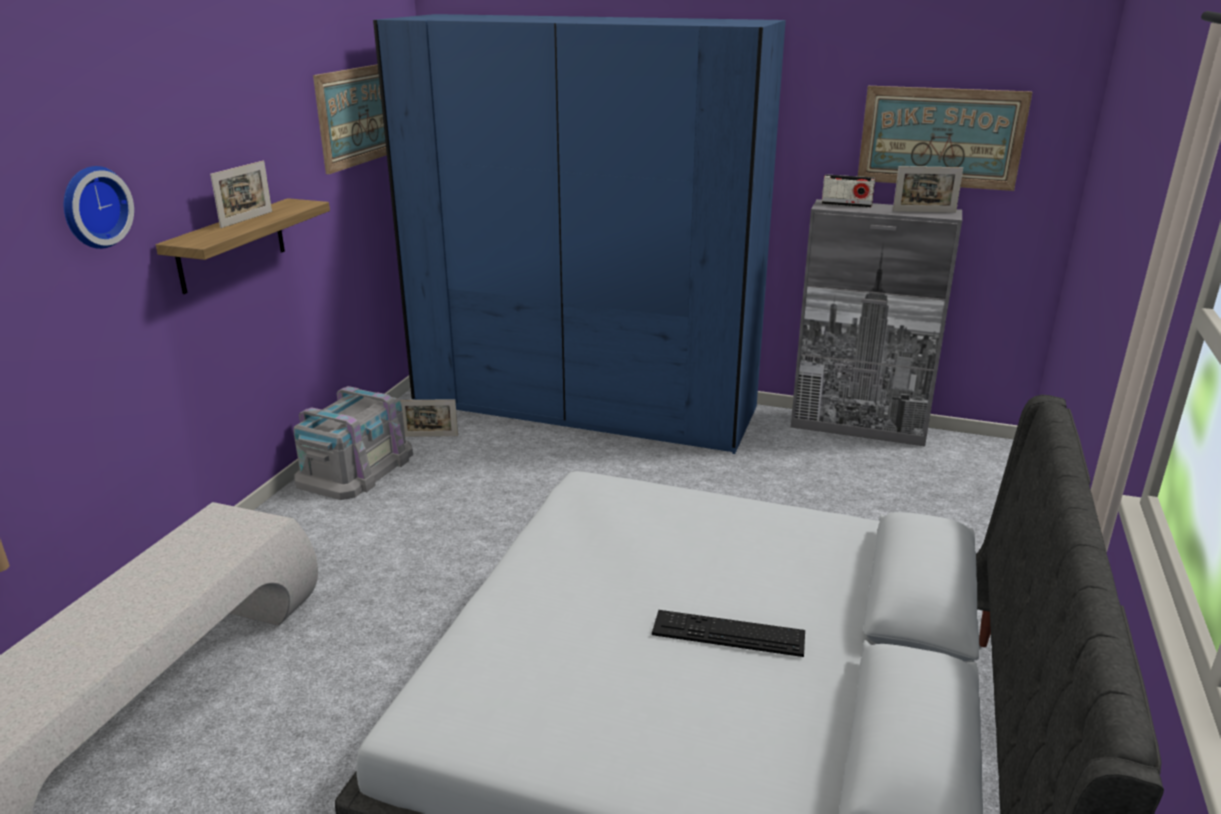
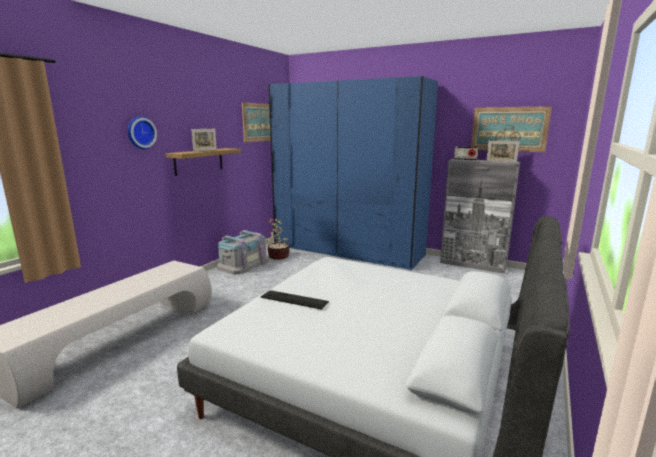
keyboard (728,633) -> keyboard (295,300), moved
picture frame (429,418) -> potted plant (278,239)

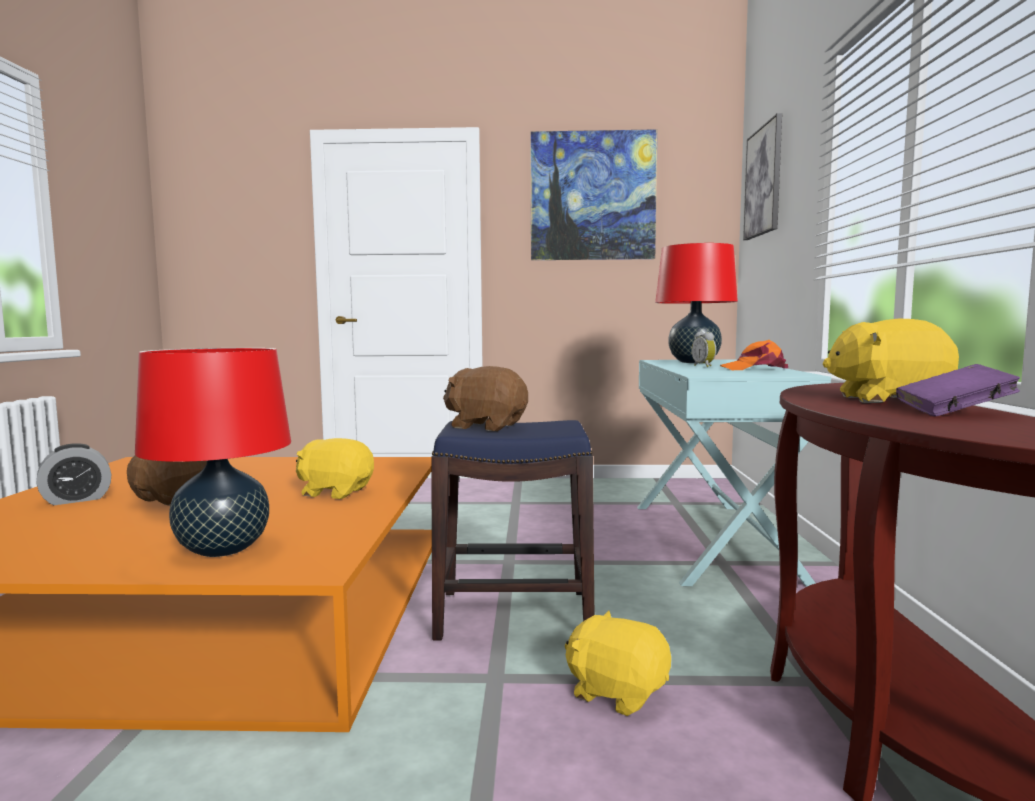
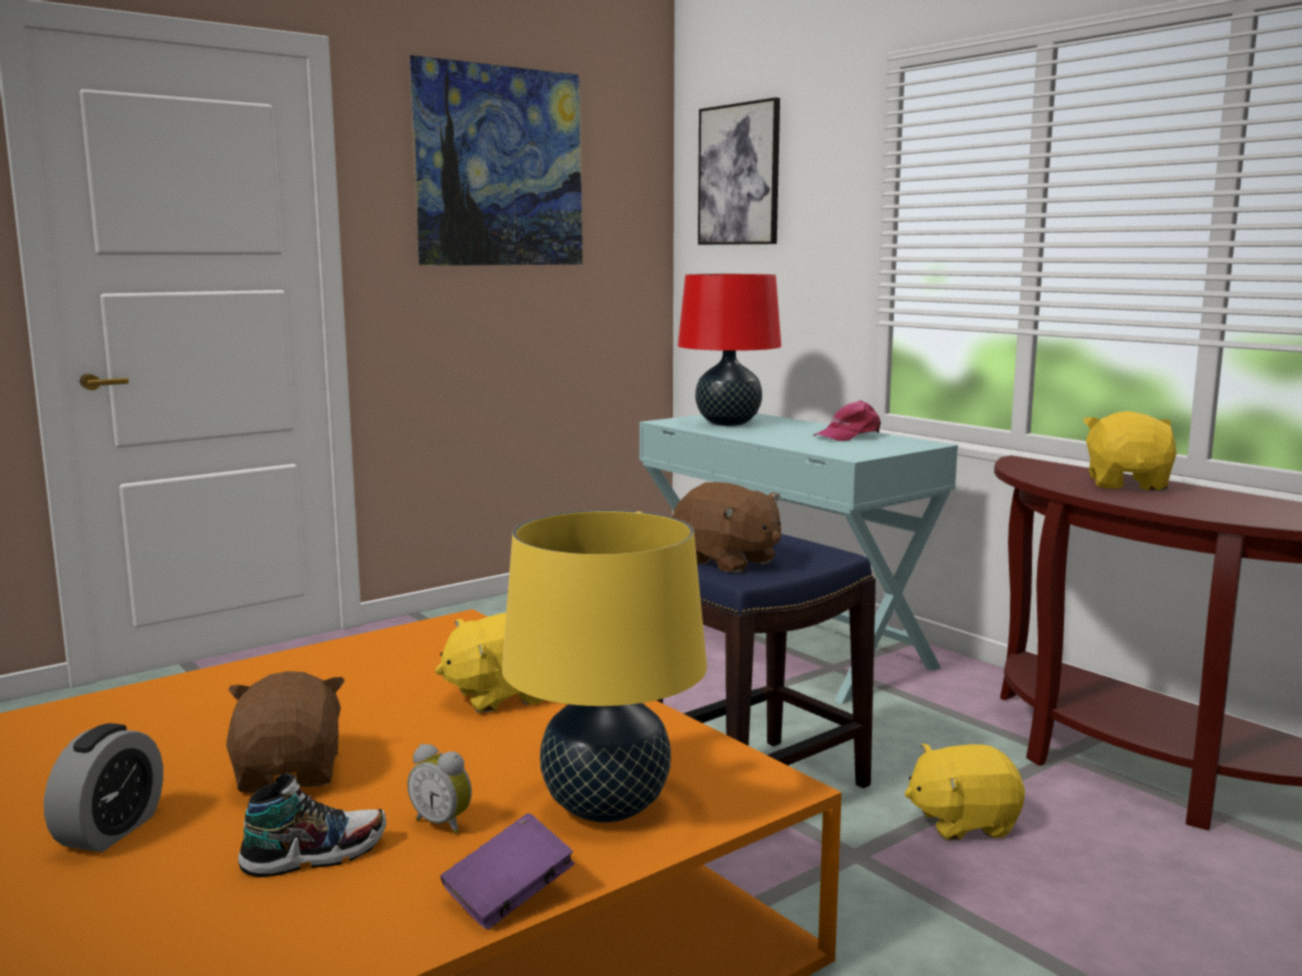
none -> shoe (312,825)
alarm clock (703,349) -> alarm clock (439,789), moved
book (purple) (958,390) -> book (purple) (507,871), moved
table lamp (red) (213,452) -> table lamp (yellow) (604,666)
cap (orange) (754,355) -> cap (pink) (847,420)
plush toy (brown) (485,398) -> plush toy (brown) (727,527), 120 degrees counterclockwise
plush toy (yellow) (890,360) -> plush toy (yellow) (1130,451), 135 degrees clockwise

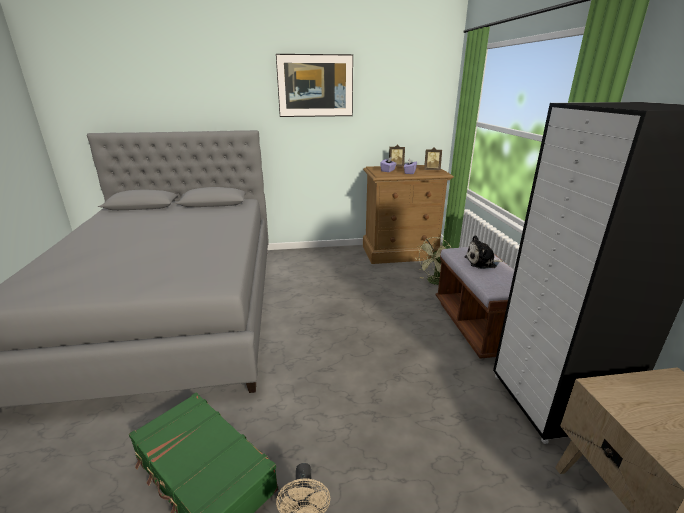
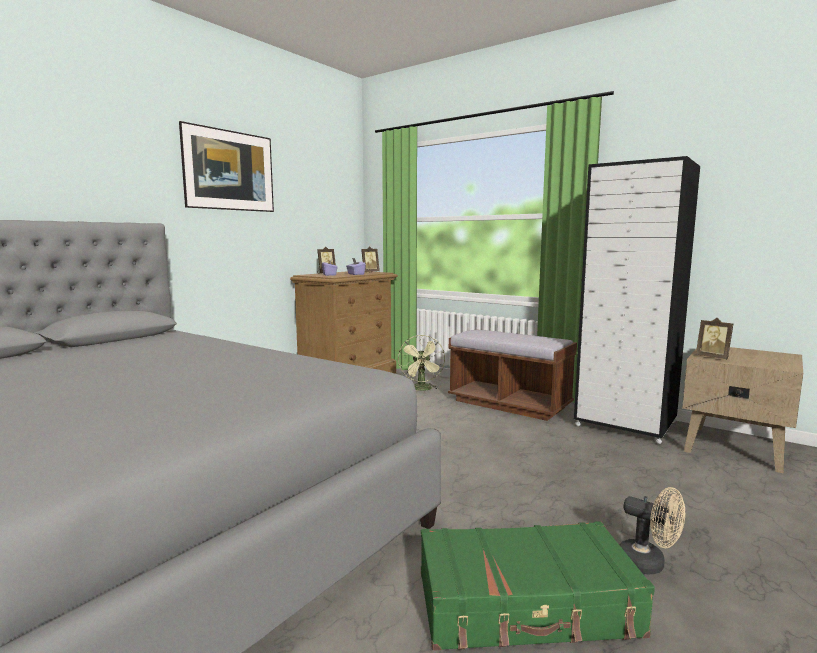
plush toy (483,252) -> none
none -> picture frame (714,338)

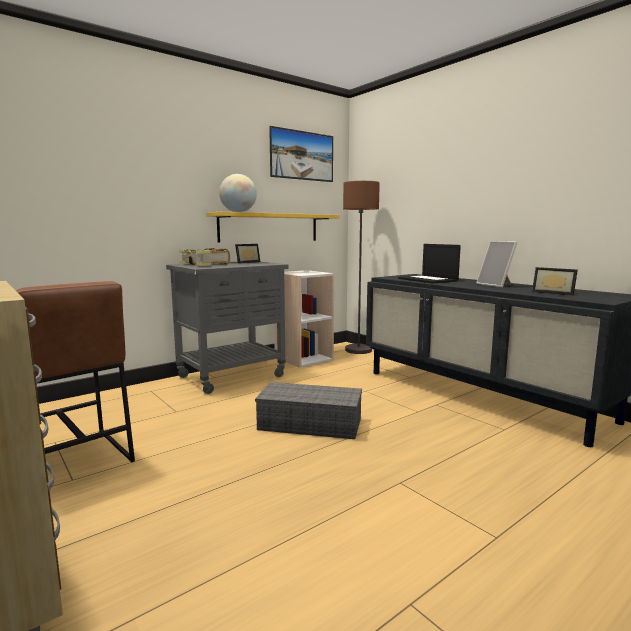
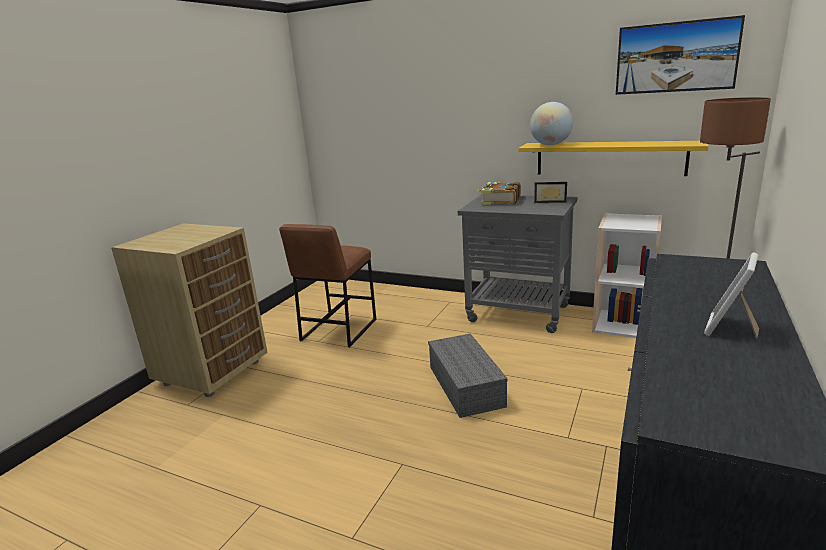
laptop (429,263) -> none
picture frame (555,281) -> none

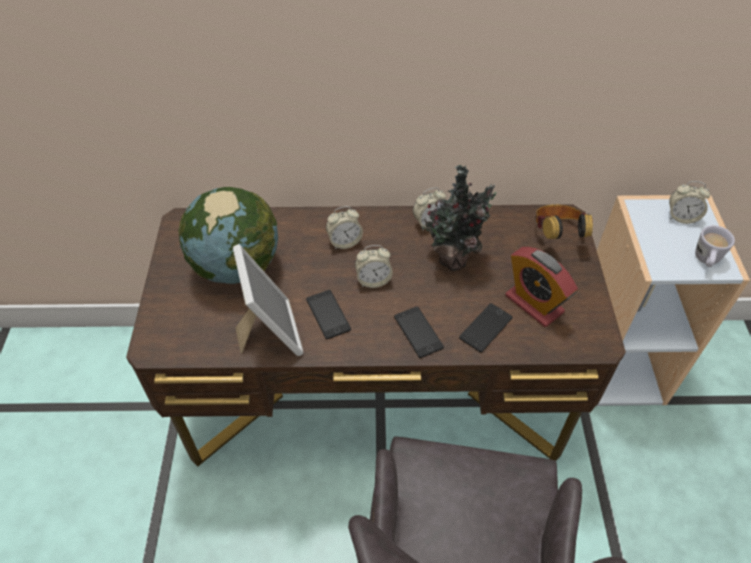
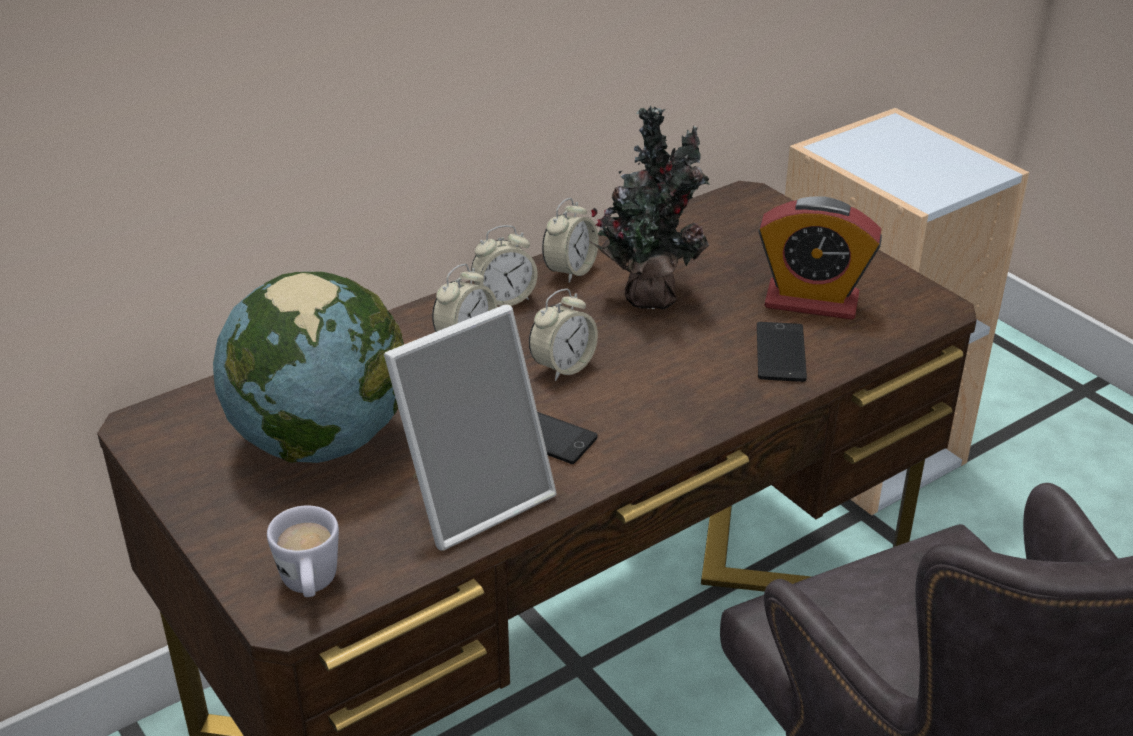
phone (419,332) -> none
headphones (564,221) -> none
alarm clock (689,202) -> alarm clock (504,265), moved
mug (white) (715,246) -> mug (white) (303,551), moved
picture frame (268,300) -> picture frame (470,427), 105 degrees clockwise

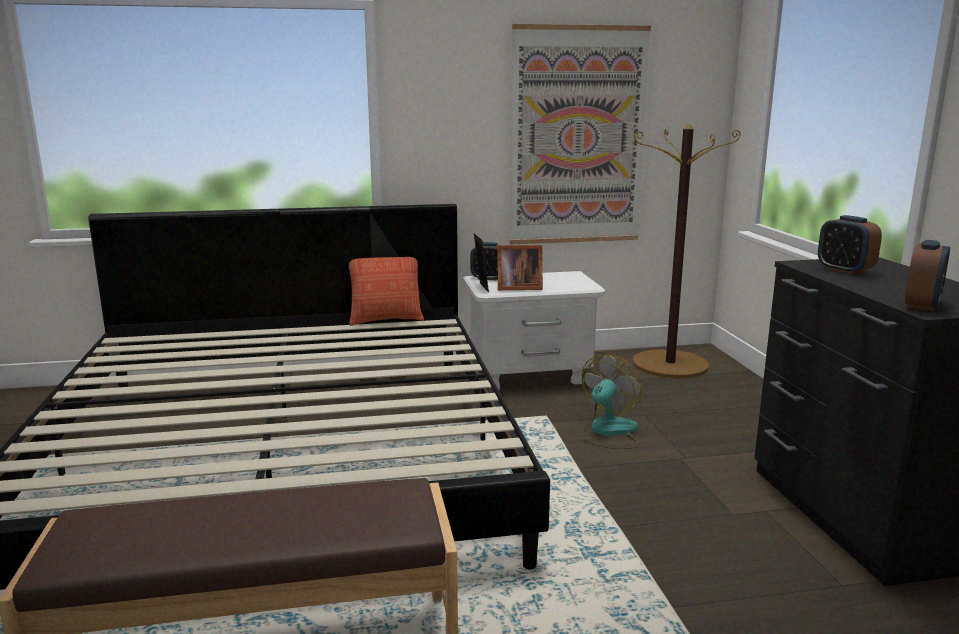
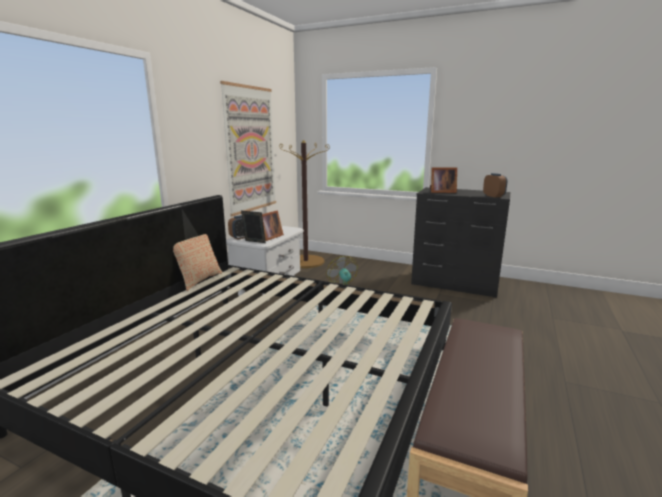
alarm clock (850,245) -> picture frame (443,180)
pillow (orange) (386,291) -> pillow (beige) (198,262)

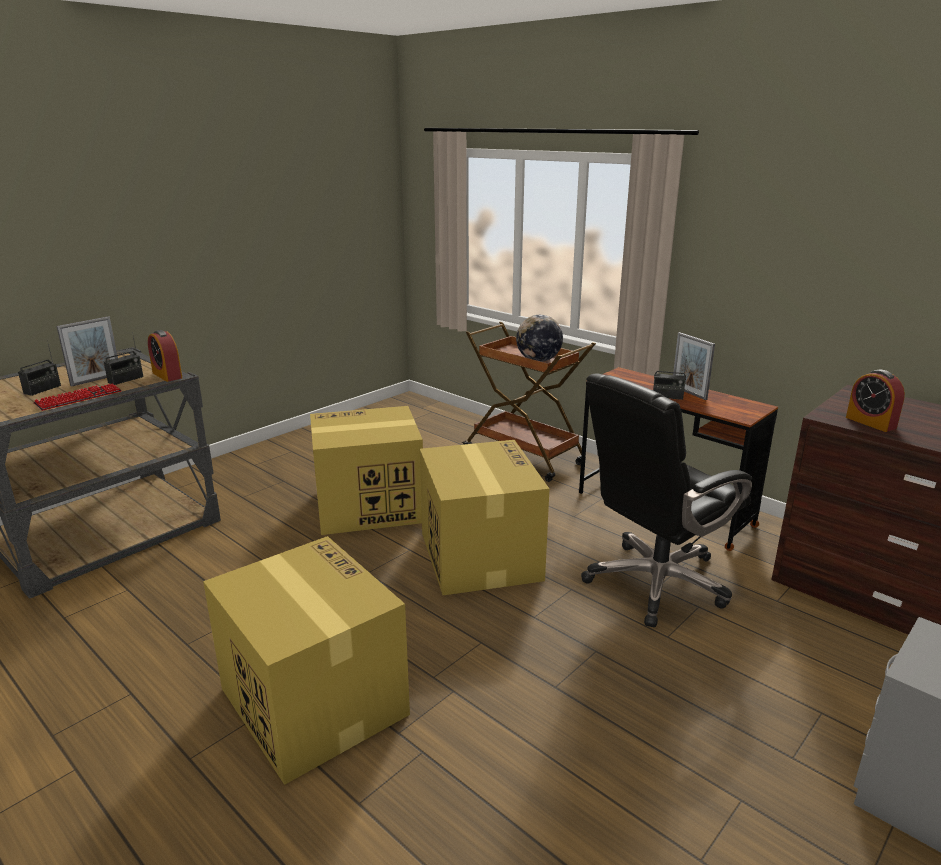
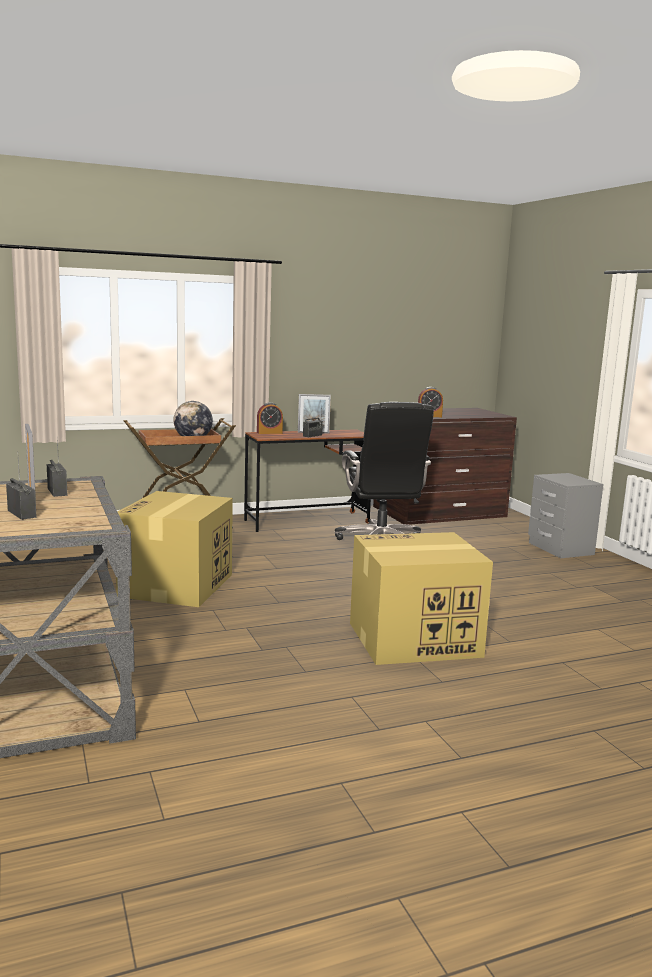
keyboard (77,397) -> none
cardboard box (484,517) -> none
alarm clock (165,356) -> alarm clock (270,418), moved

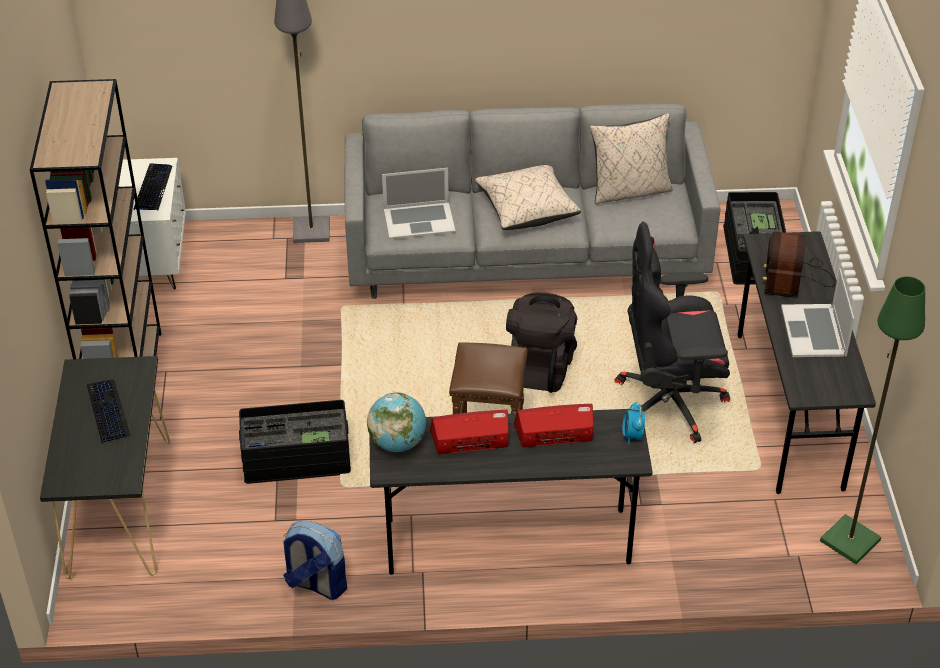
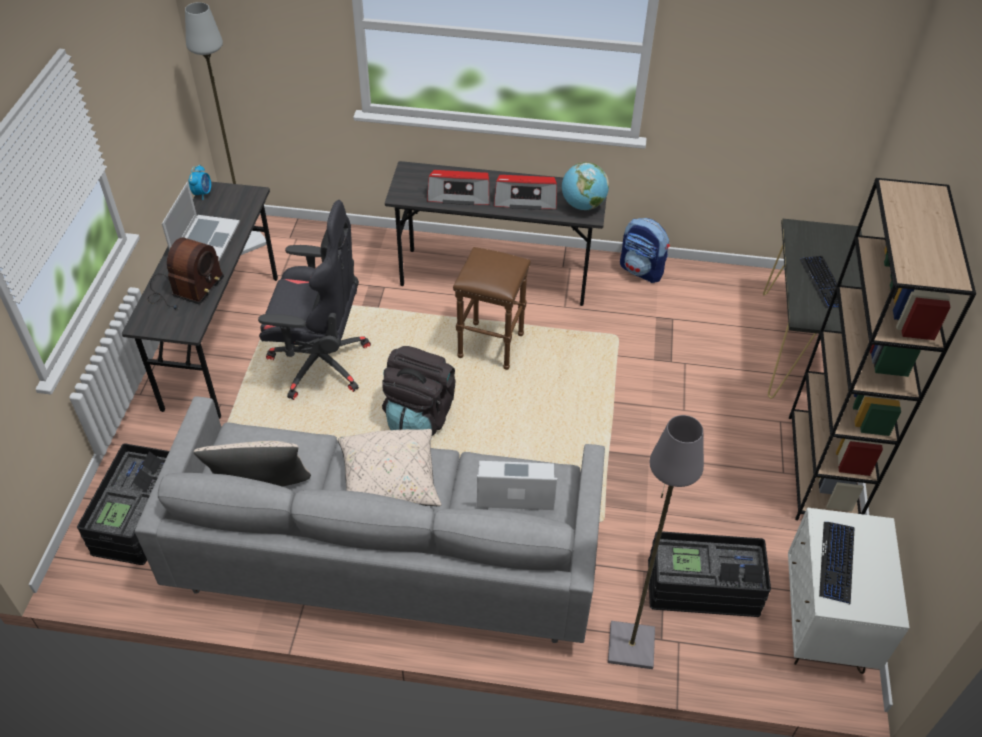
storage box (black) (295,442) -> storage box (black) (709,574), moved
alarm clock (633,423) -> alarm clock (199,182), moved
floor lamp (green) (872,420) -> floor lamp (grey) (226,128)

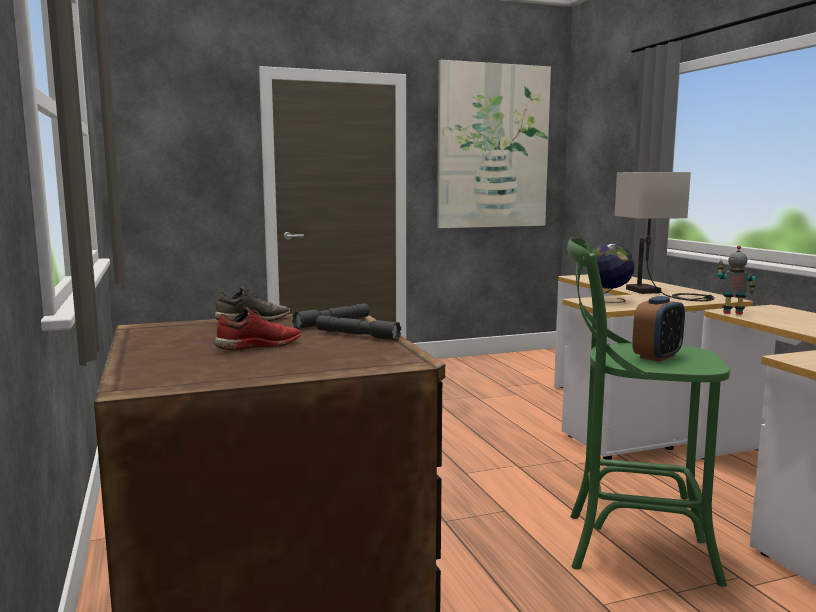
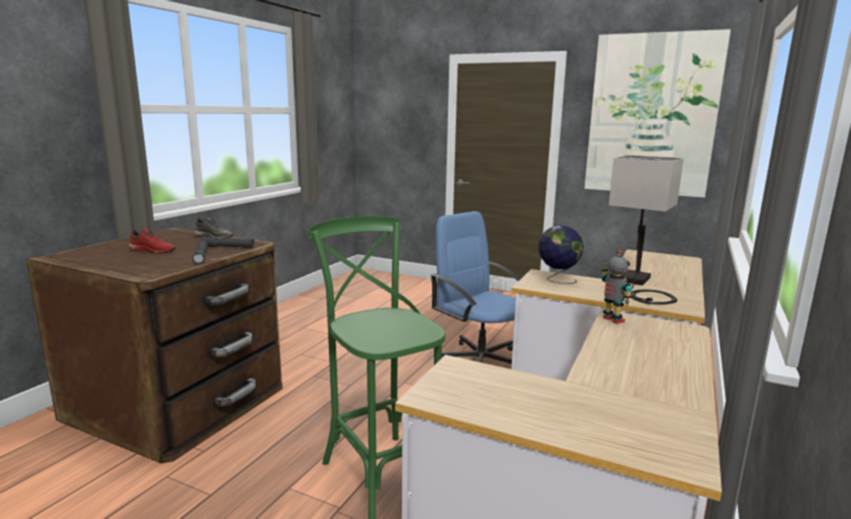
alarm clock (658,329) -> none
none -> office chair (blue) (475,287)

